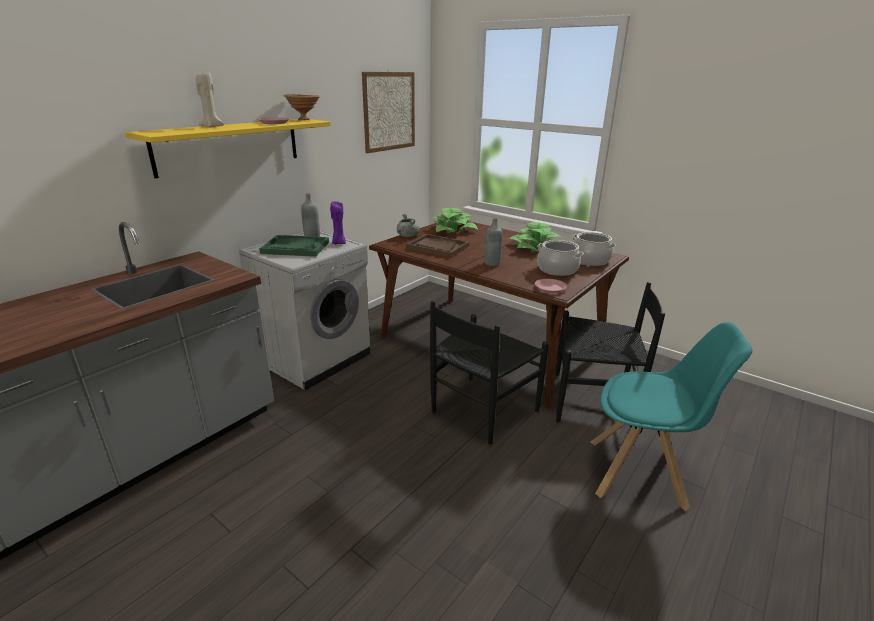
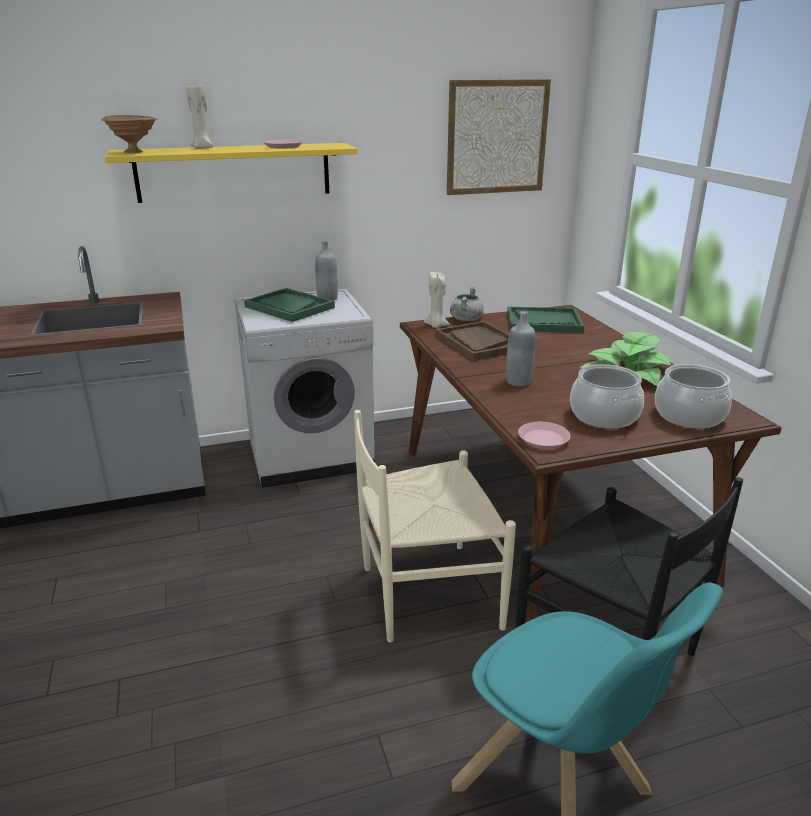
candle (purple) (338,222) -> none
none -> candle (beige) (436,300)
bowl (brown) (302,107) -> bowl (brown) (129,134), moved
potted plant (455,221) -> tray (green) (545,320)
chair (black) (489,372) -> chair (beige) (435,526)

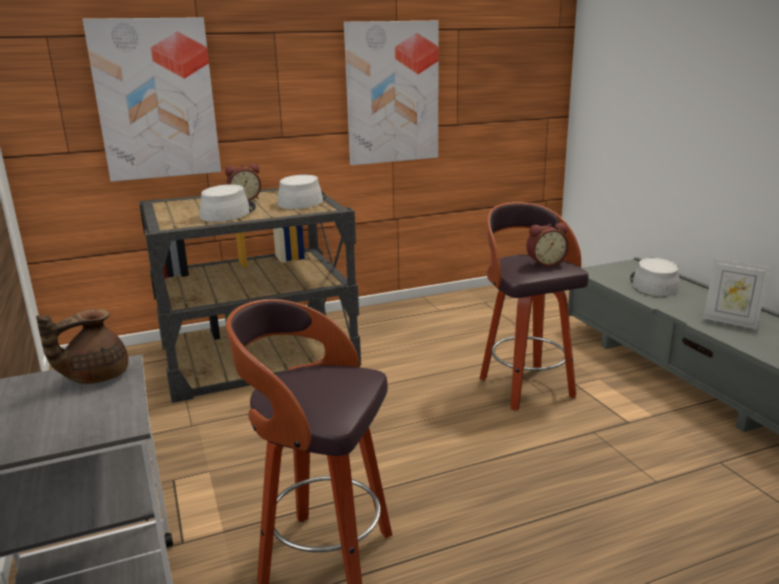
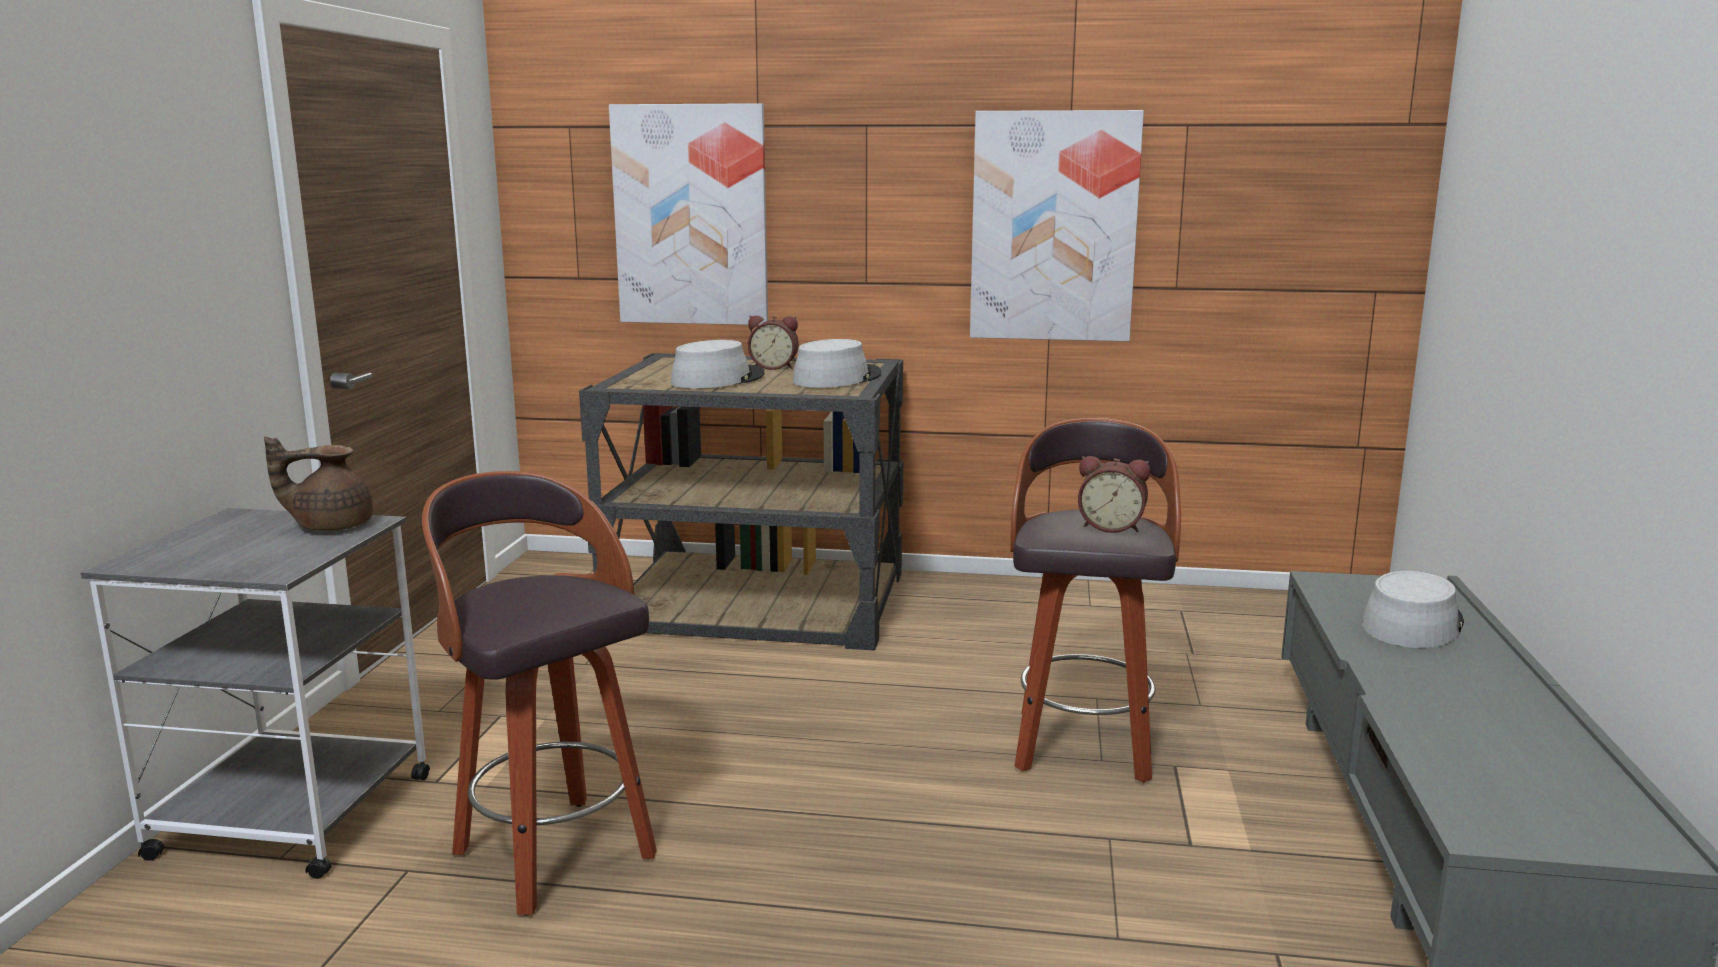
picture frame (736,294) -> none

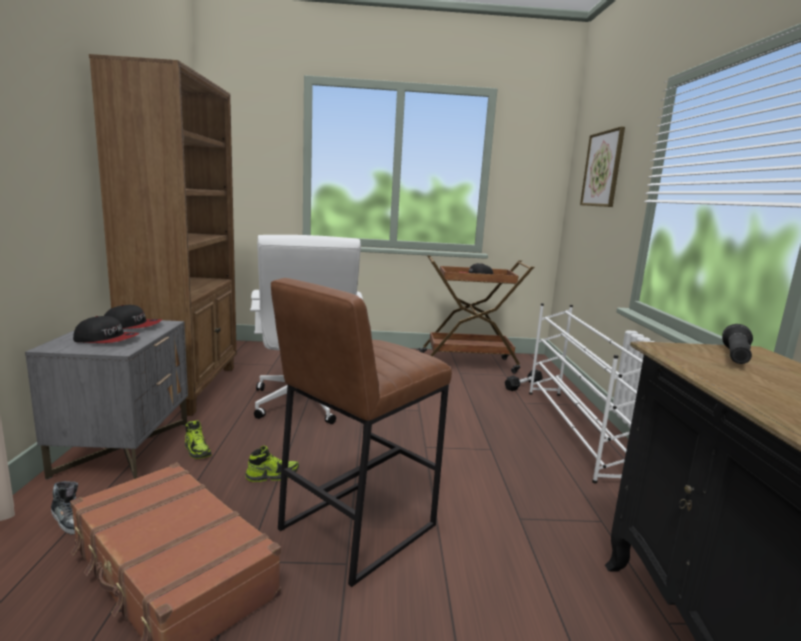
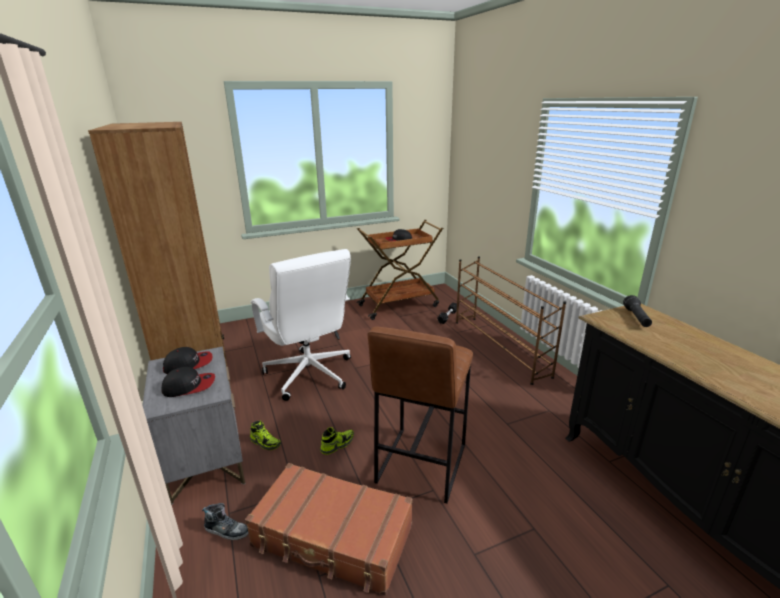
picture (602,167) -> none
shoe rack (white) (586,393) -> shoe rack (brown) (511,320)

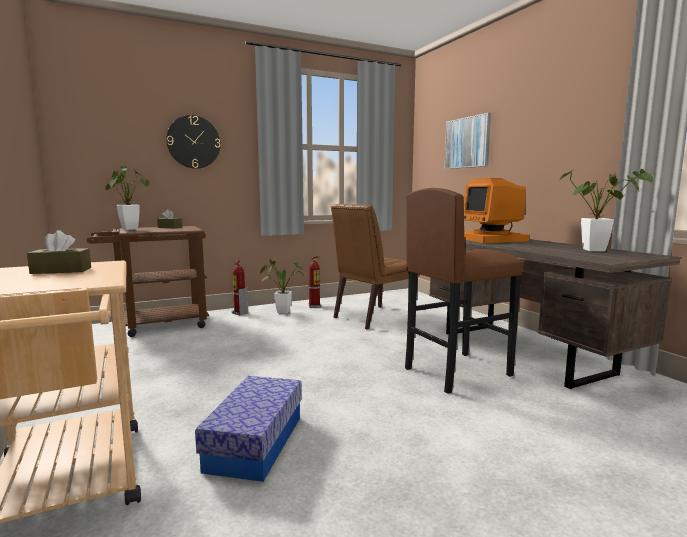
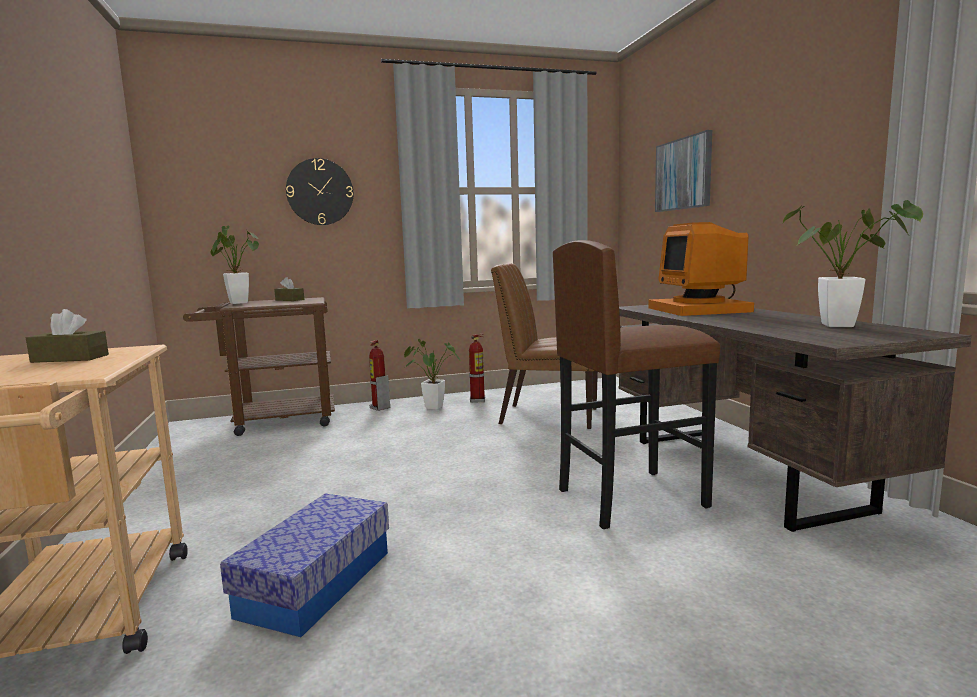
chair (brown) (375,266) -> chair (brown) (544,346), 45 degrees clockwise

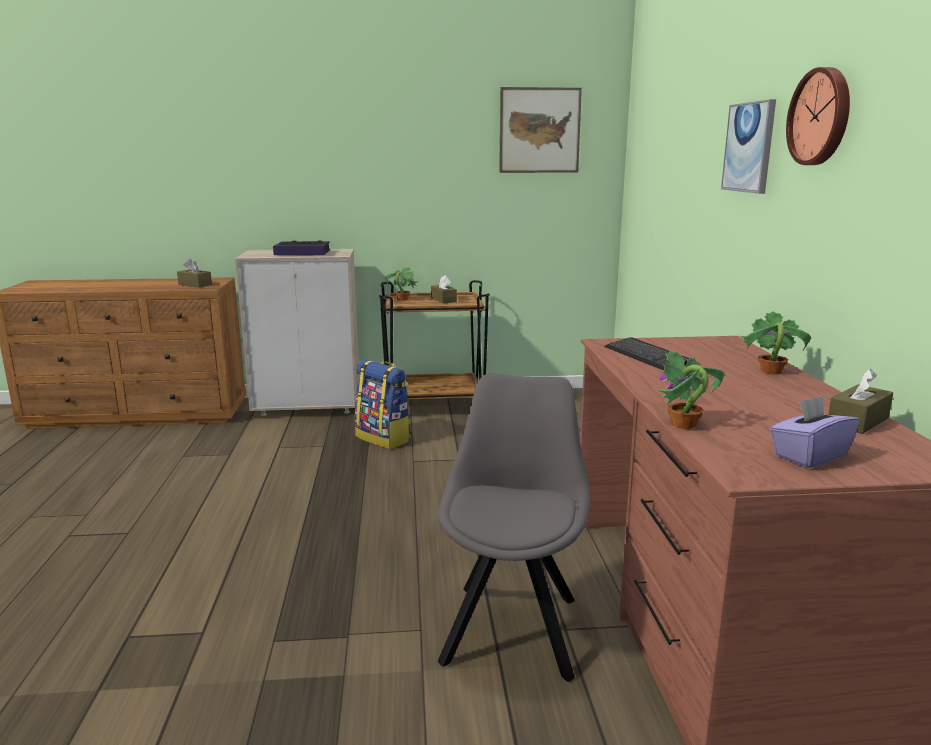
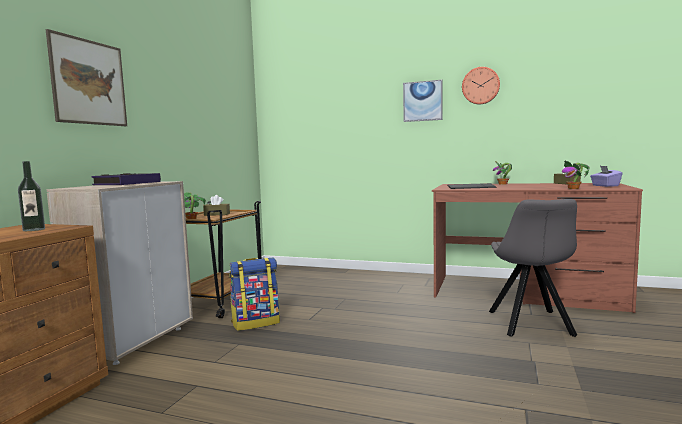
picture (540,130) -> picture (86,77), moved
tissue box (brown) (194,273) -> bottle (31,196)
chair (grey) (514,528) -> chair (grey) (533,268), 120 degrees counterclockwise

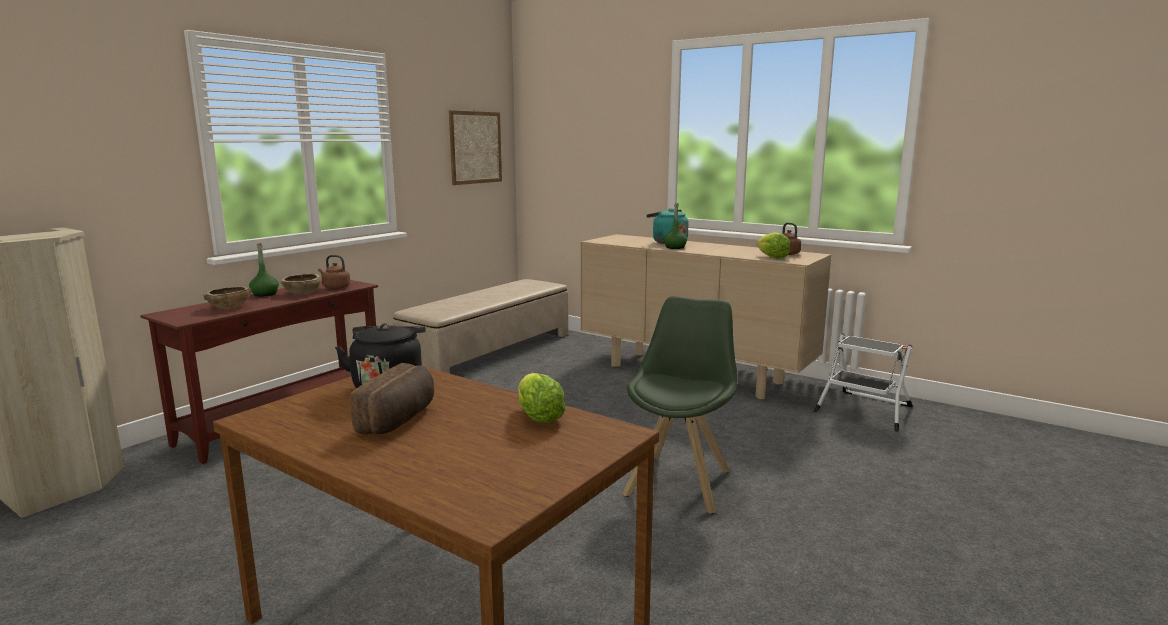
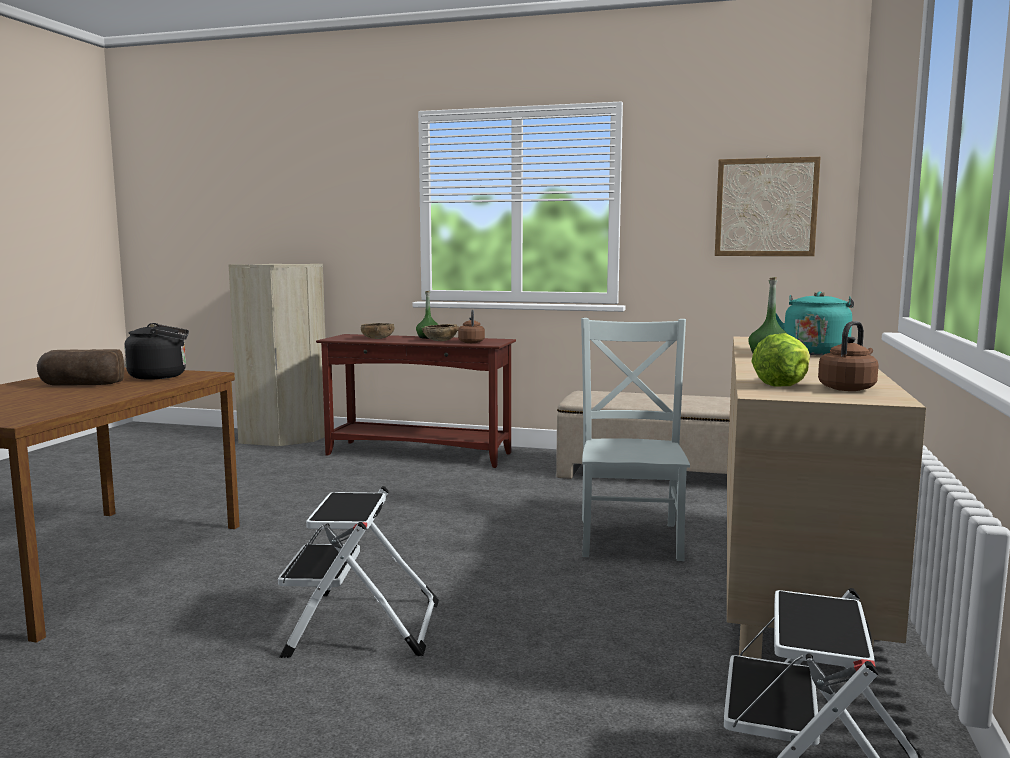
lettuce (542,398) -> none
none -> chair (grey) (635,439)
chair (green) (680,405) -> step ladder (358,572)

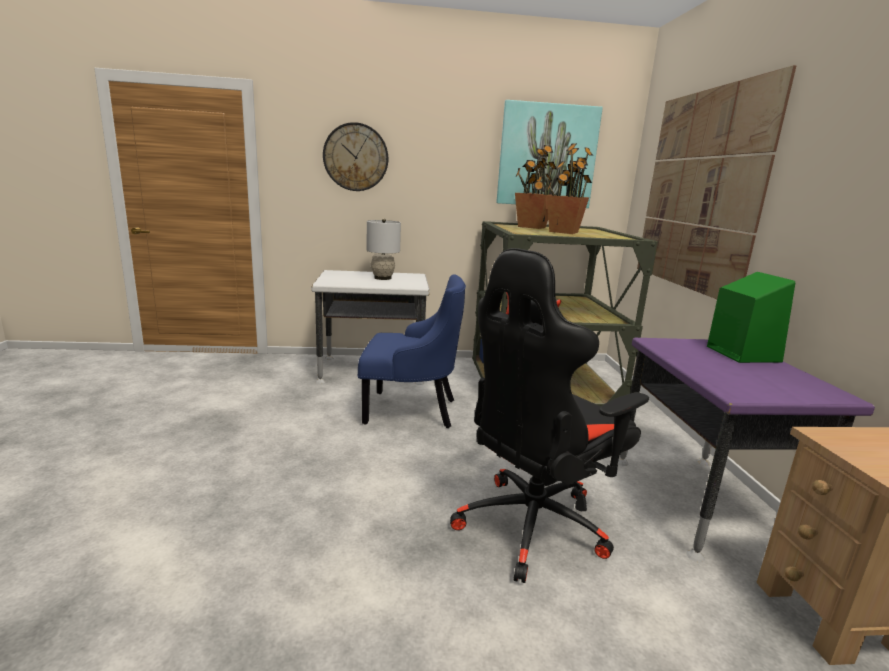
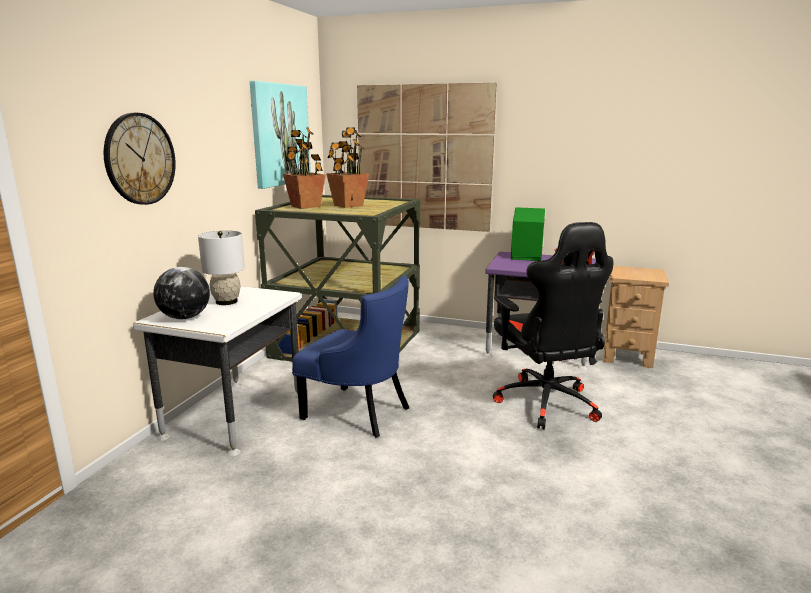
none -> globe (181,293)
chair (blue) (411,351) -> chair (blue) (350,357), 90 degrees clockwise

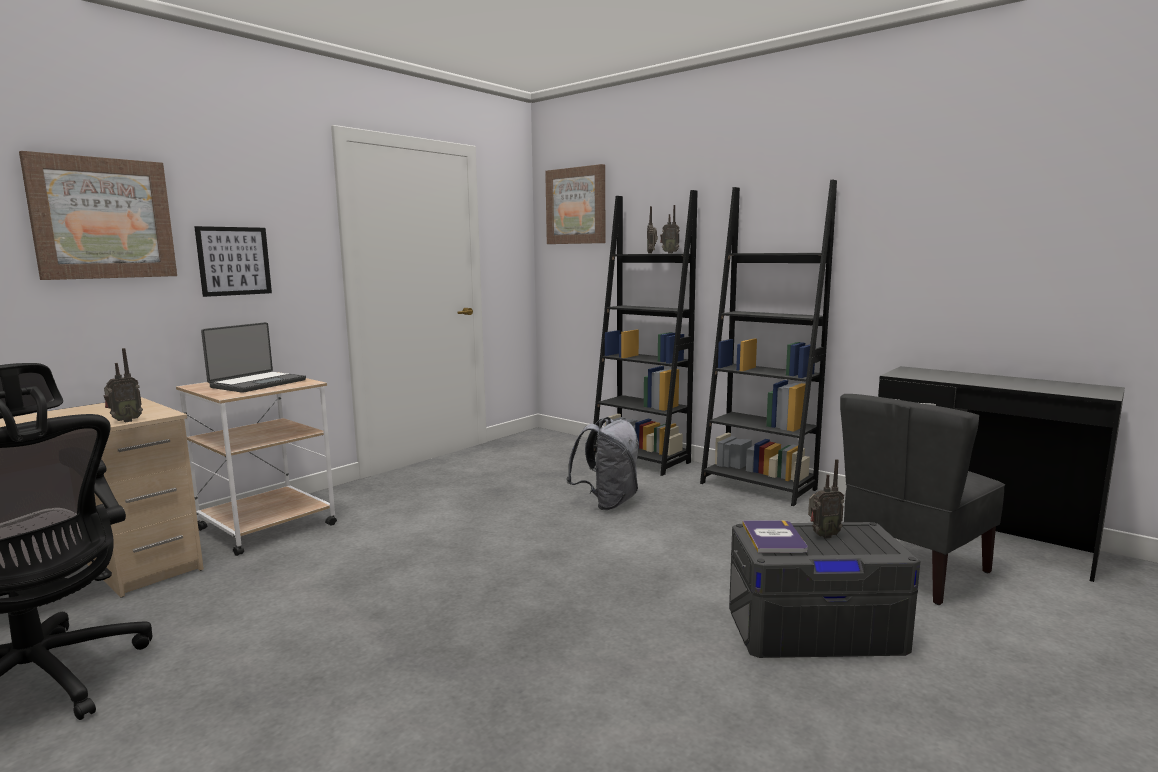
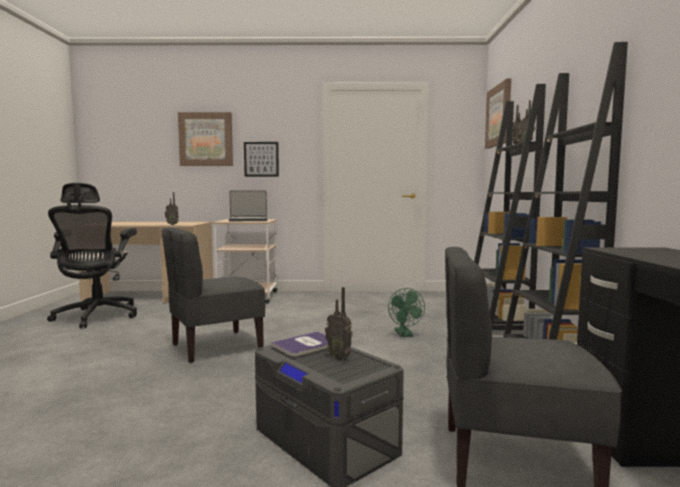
none -> chair (grey) (213,295)
backpack (grey) (602,463) -> fan (green) (406,312)

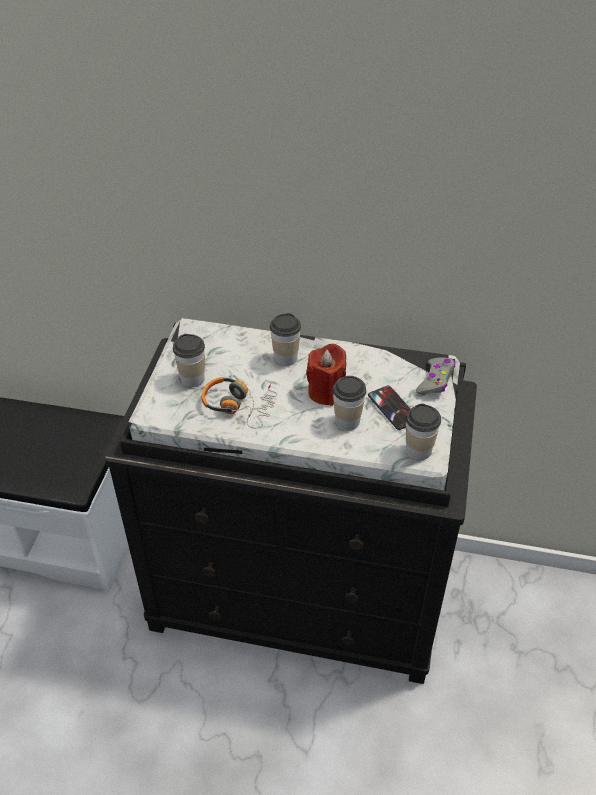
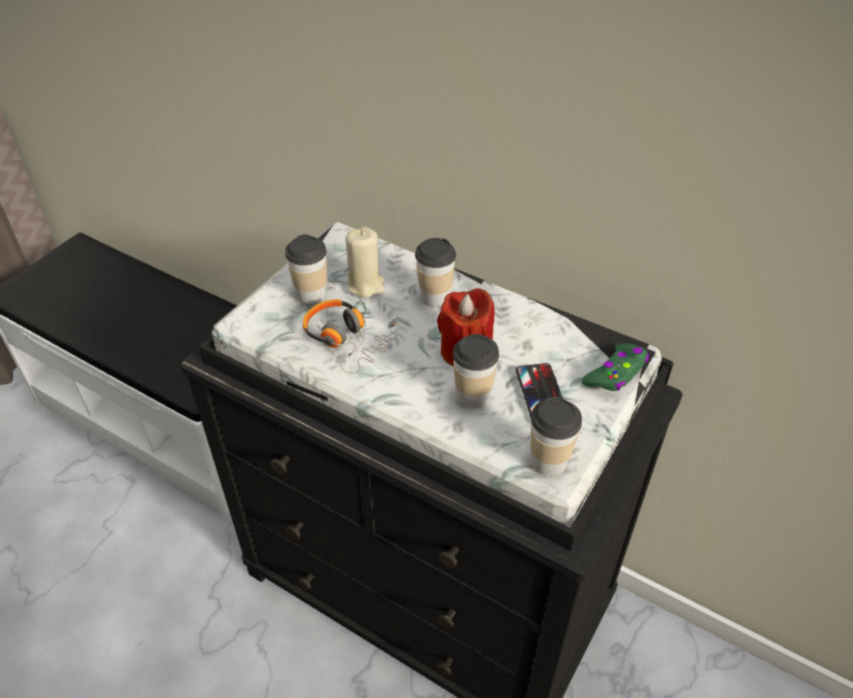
none -> candle (beige) (365,262)
game controller (grey) (435,375) -> game controller (green) (615,367)

